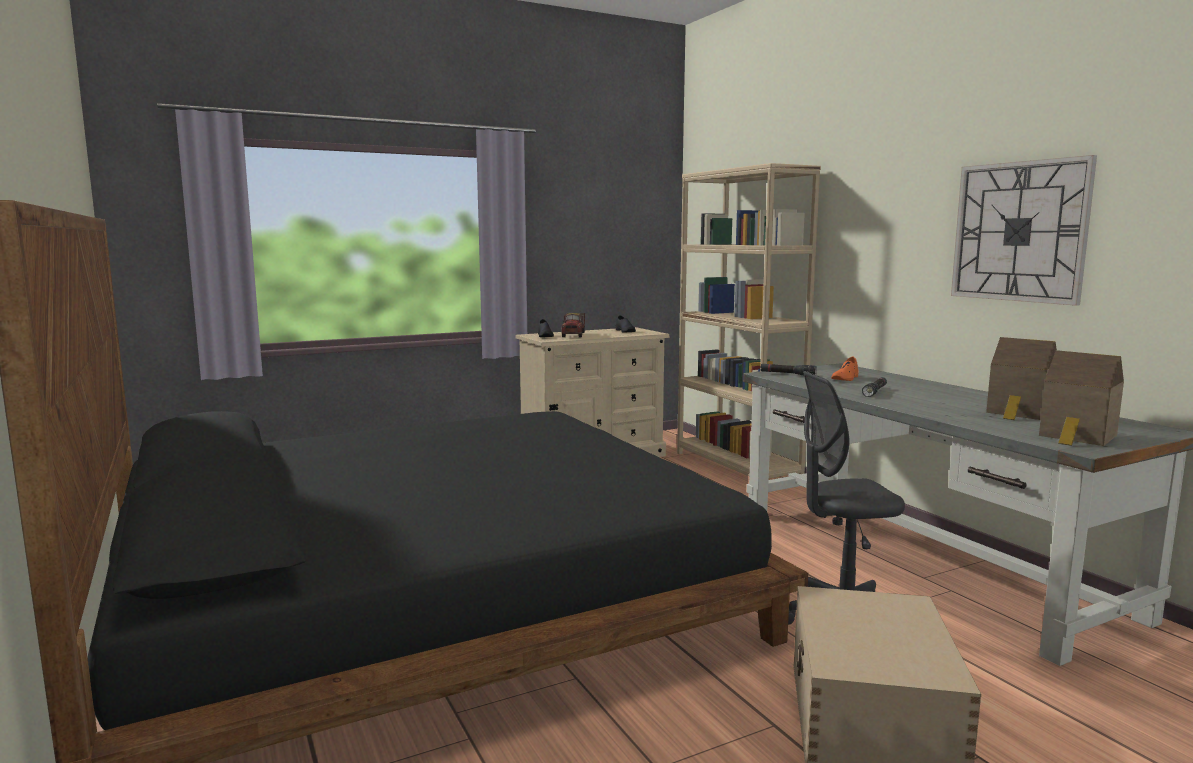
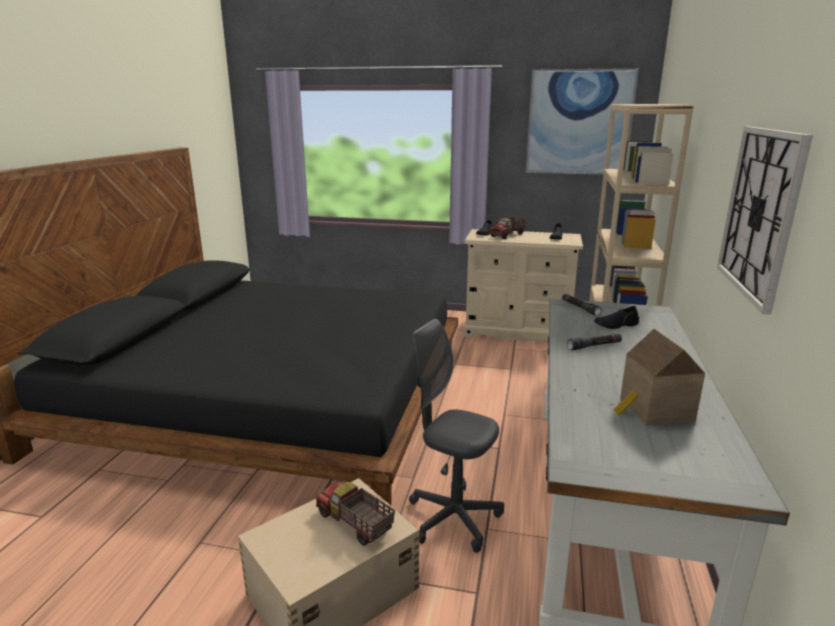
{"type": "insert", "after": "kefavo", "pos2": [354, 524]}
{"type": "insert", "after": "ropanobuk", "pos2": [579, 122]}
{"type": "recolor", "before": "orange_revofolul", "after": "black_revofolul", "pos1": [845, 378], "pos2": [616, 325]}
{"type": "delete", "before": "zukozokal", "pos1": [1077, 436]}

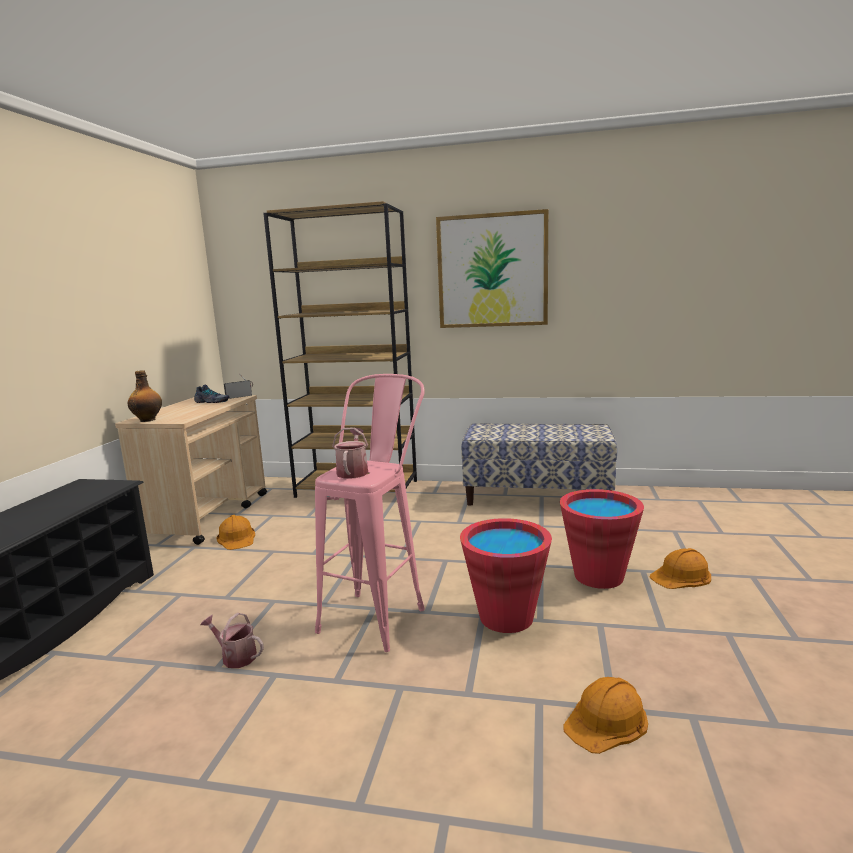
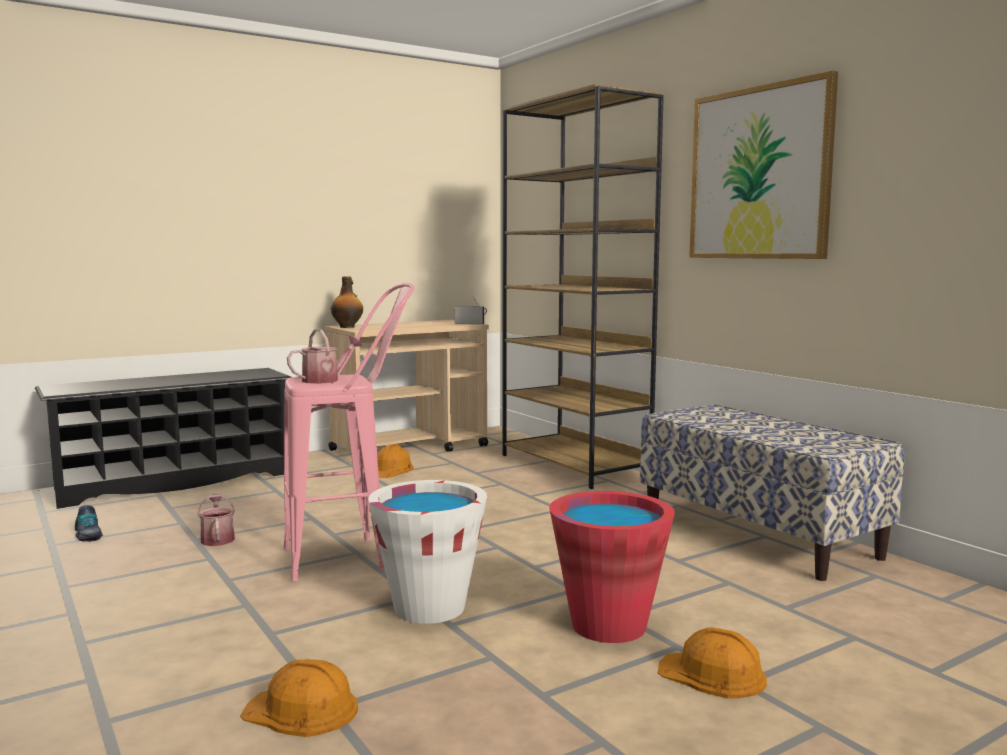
{"type": "move", "before": "revofolul", "pos1": [212, 402], "pos2": [87, 535]}
{"type": "recolor", "before": "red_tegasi", "after": "white_tegasi", "pos1": [506, 617], "pos2": [429, 608]}

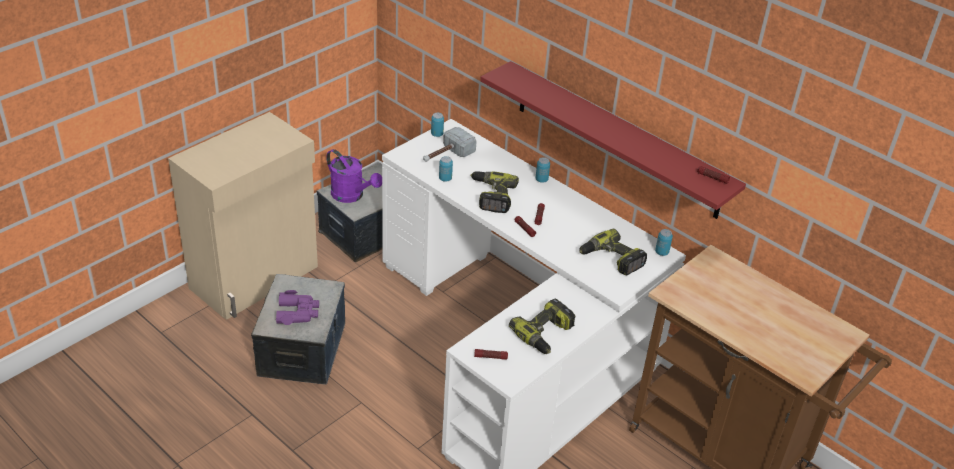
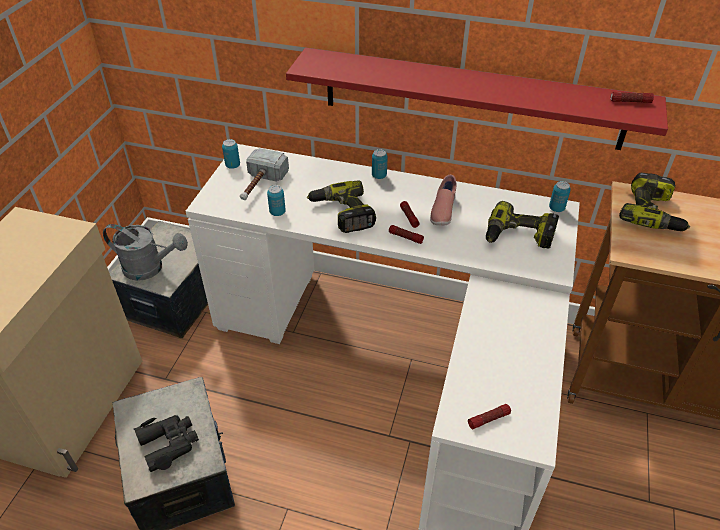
{"type": "recolor", "before": "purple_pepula", "after": "grey_pepula", "pos1": [352, 196], "pos2": [150, 268]}
{"type": "recolor", "before": "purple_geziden", "after": "black_geziden", "pos1": [298, 313], "pos2": [169, 443]}
{"type": "insert", "after": "pink_revofolul", "pos2": [442, 211]}
{"type": "move", "before": "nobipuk", "pos1": [545, 334], "pos2": [653, 213]}

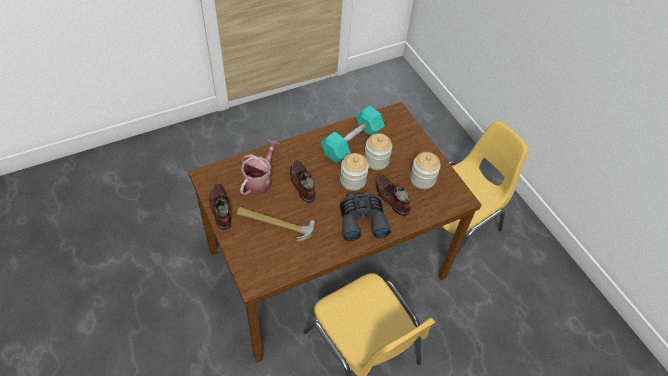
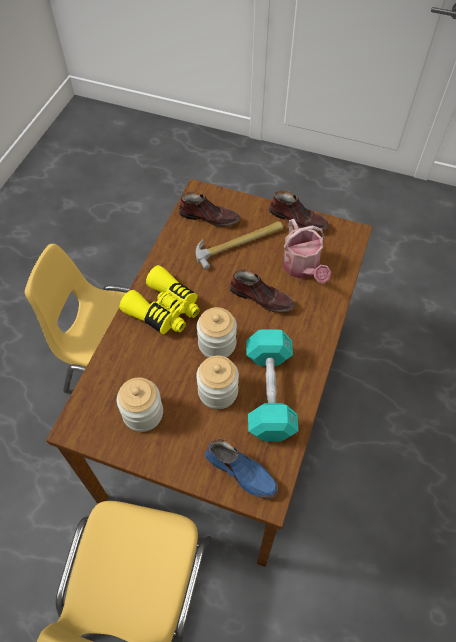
{"type": "recolor", "before": "grey_geziden", "after": "yellow_geziden", "pos1": [362, 220], "pos2": [165, 309]}
{"type": "move", "before": "brown_revofolul", "pos1": [391, 197], "pos2": [209, 217]}
{"type": "insert", "after": "blue_revofolul", "pos2": [241, 471]}

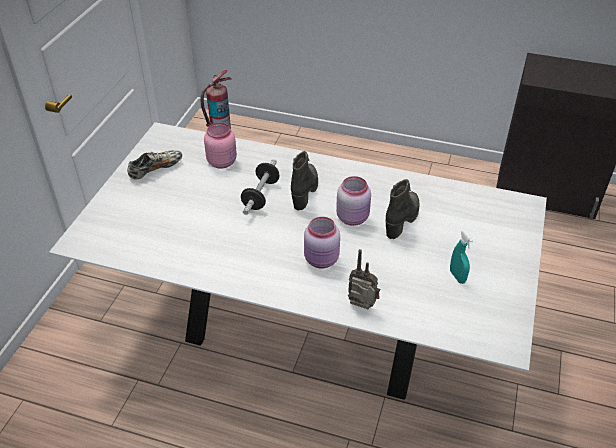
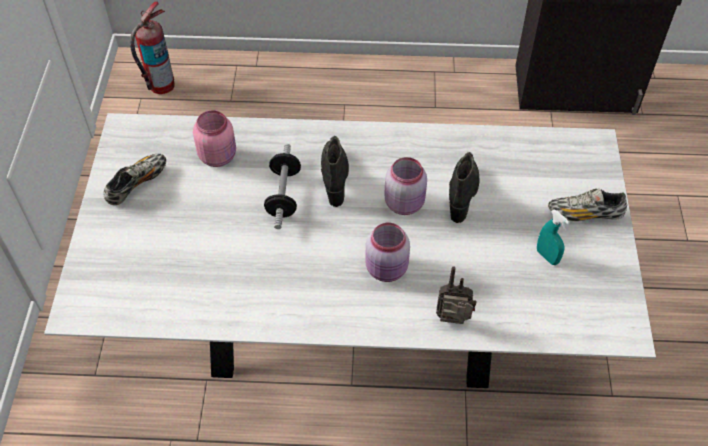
{"type": "insert", "after": "revofolul", "pos2": [585, 214]}

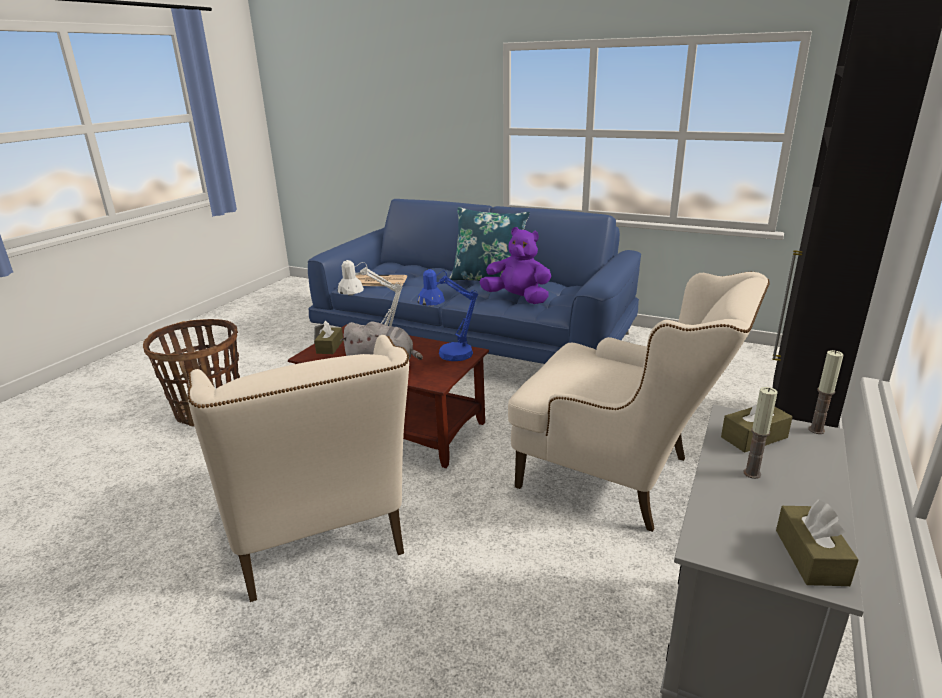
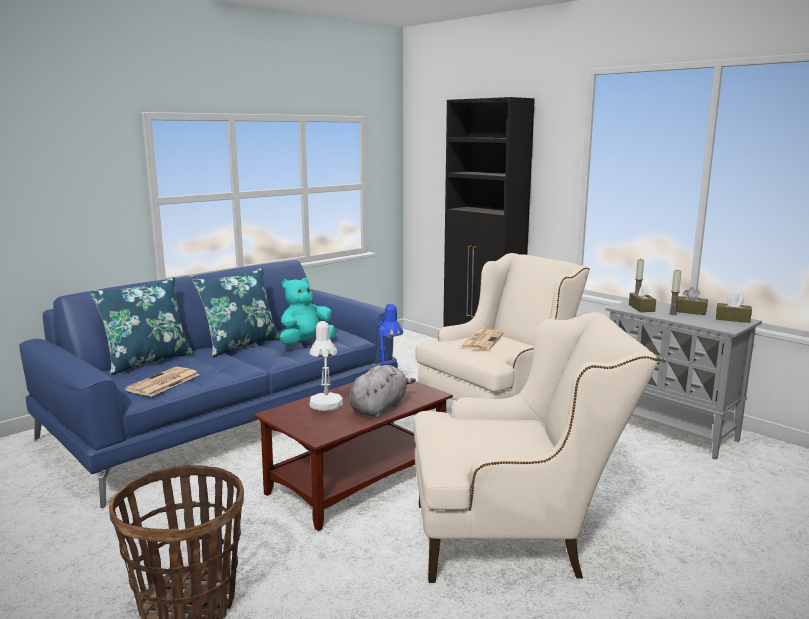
{"type": "insert", "after": "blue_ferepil", "pos2": [148, 361]}
{"type": "recolor", "before": "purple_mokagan", "after": "turquoise_mokagan", "pos1": [518, 299], "pos2": [305, 343]}
{"type": "insert", "after": "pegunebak", "pos2": [482, 340]}
{"type": "move", "before": "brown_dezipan", "pos1": [330, 347], "pos2": [689, 311]}

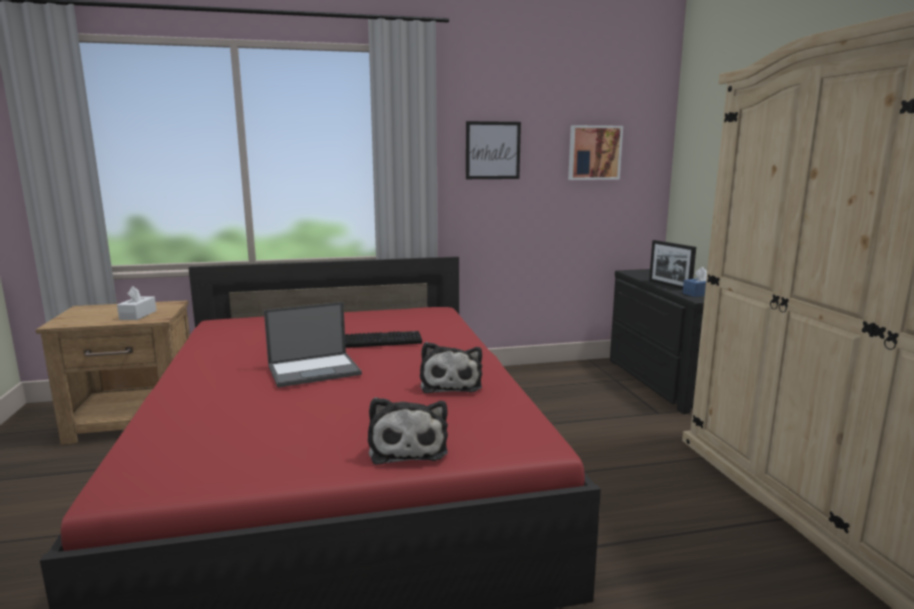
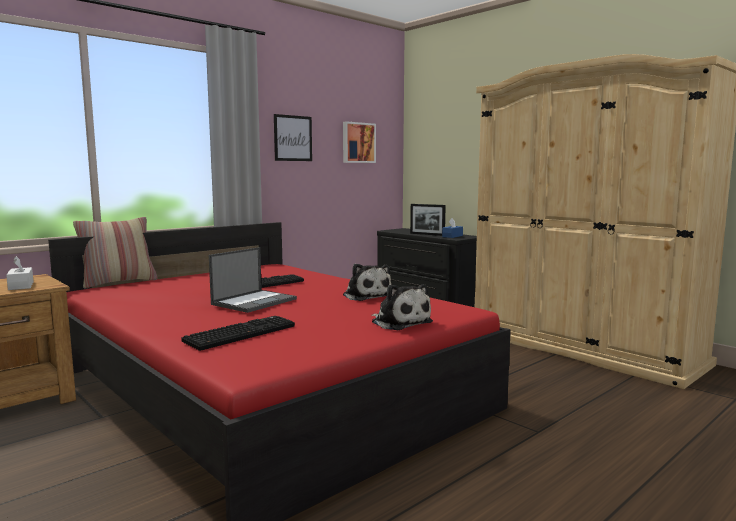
{"type": "insert", "after": "ferepil", "pos2": [119, 282]}
{"type": "insert", "after": "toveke", "pos2": [241, 333]}

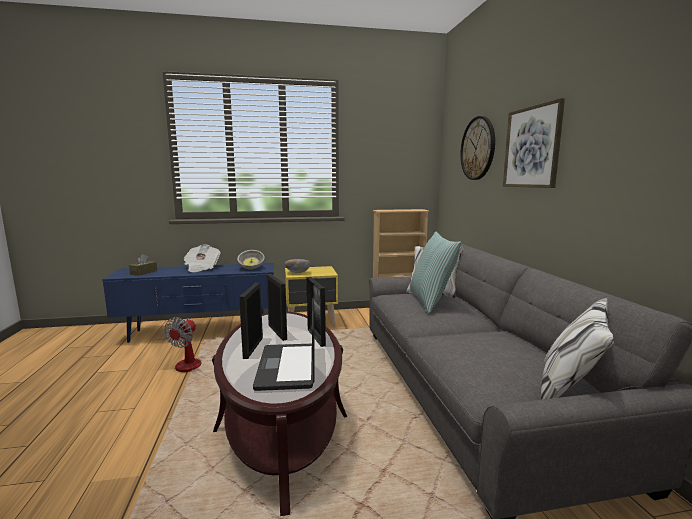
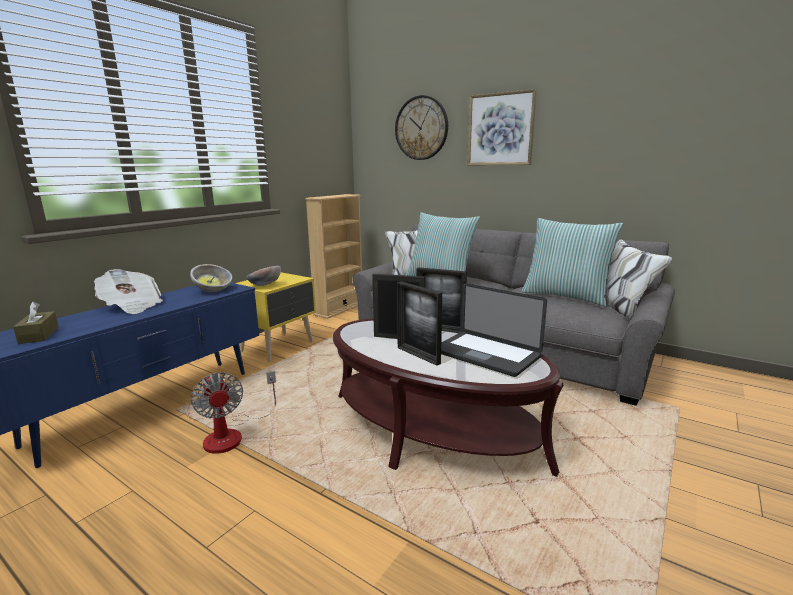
{"type": "insert", "after": "ferepil", "pos2": [565, 296]}

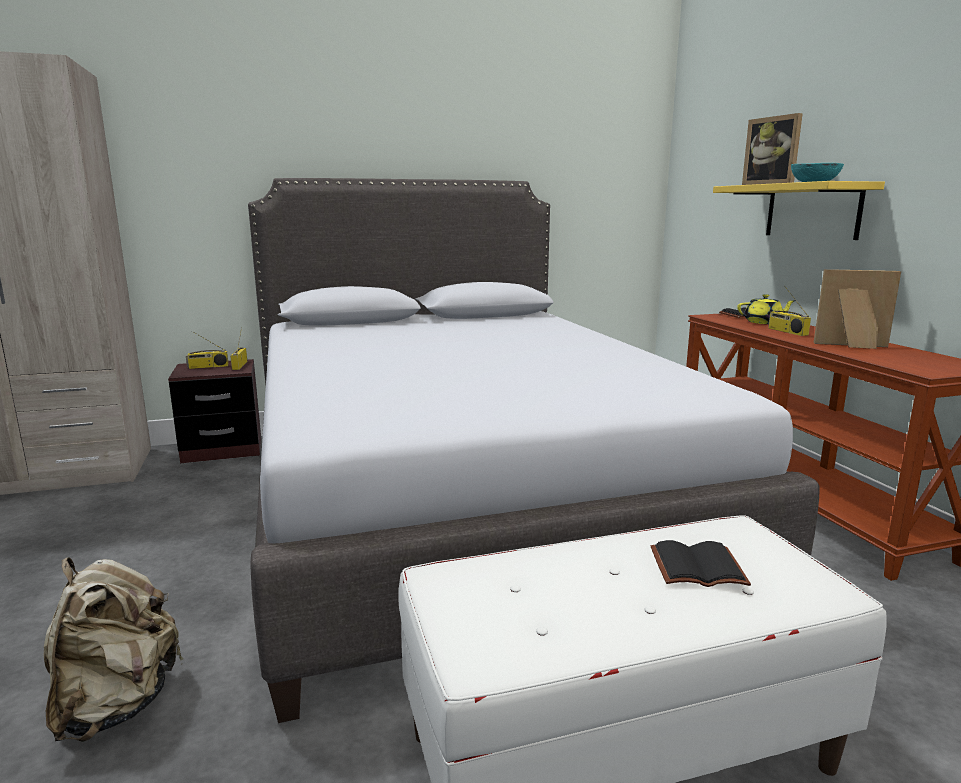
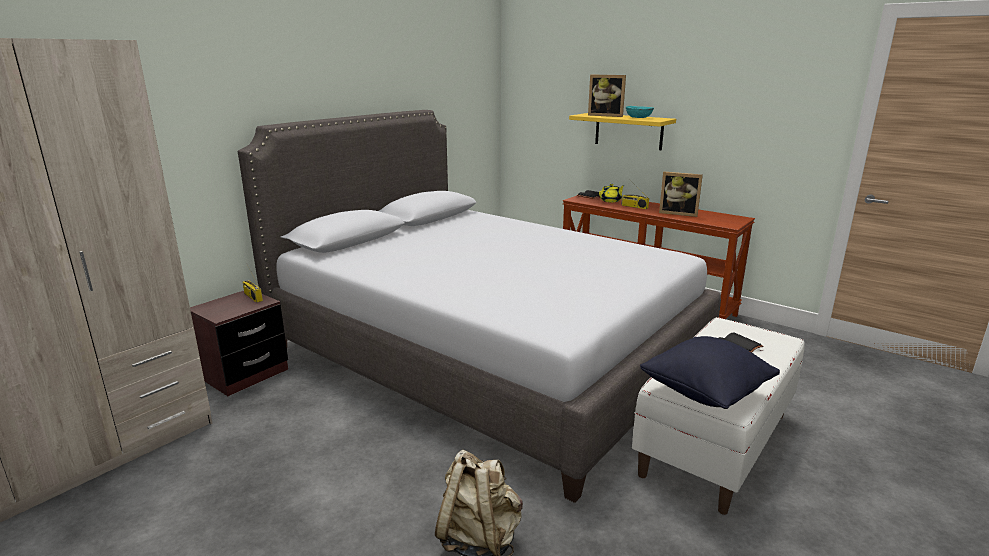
{"type": "insert", "after": "black_ferepil", "pos2": [705, 393]}
{"type": "rotate", "before": "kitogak", "pos1": [852, 346], "pos2": [678, 213], "turn": -135}
{"type": "delete", "before": "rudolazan", "pos1": [208, 367]}

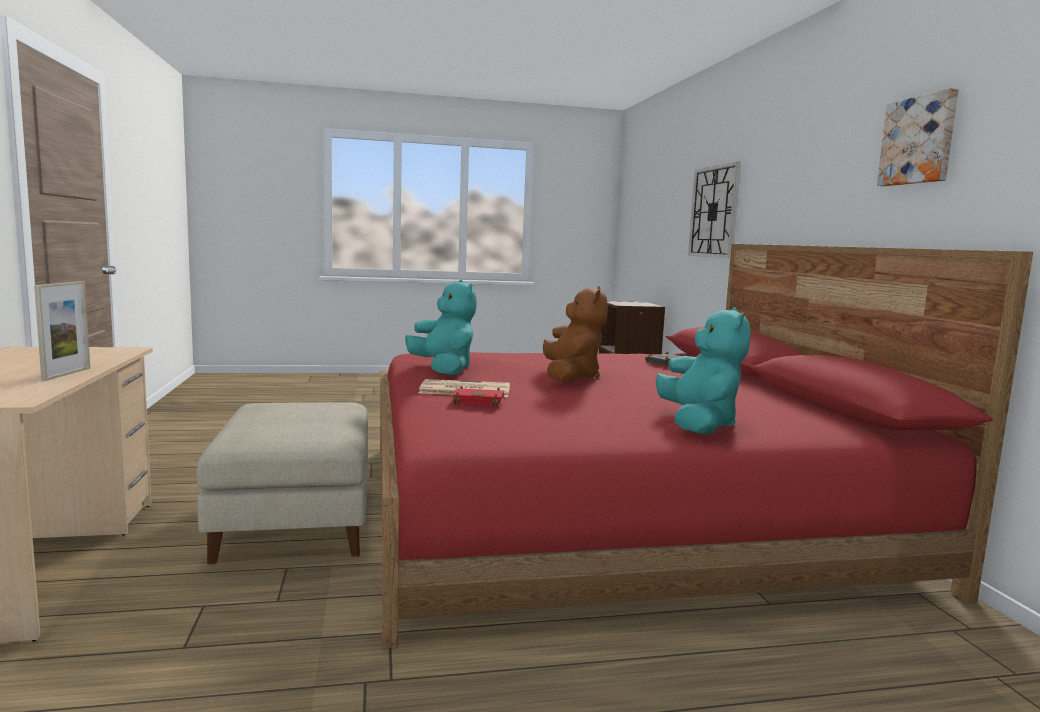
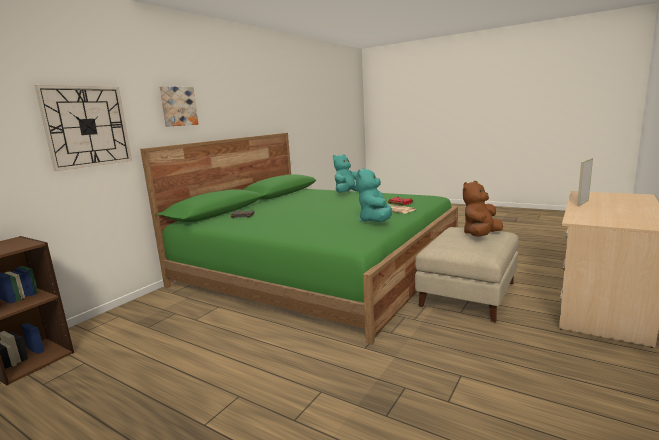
{"type": "recolor", "before": "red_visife", "after": "green_visife", "pos1": [613, 510], "pos2": [318, 268]}
{"type": "move", "before": "ropanobuk", "pos1": [919, 140], "pos2": [178, 106]}
{"type": "move", "before": "brown_mokagan", "pos1": [571, 377], "pos2": [481, 235]}

